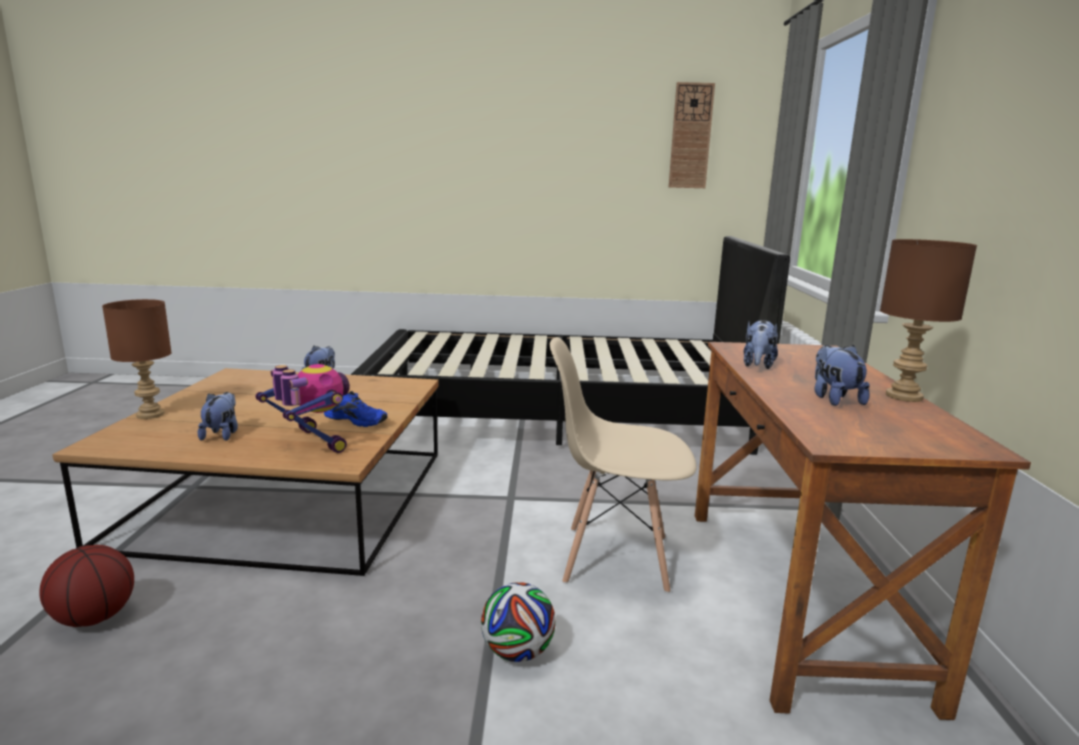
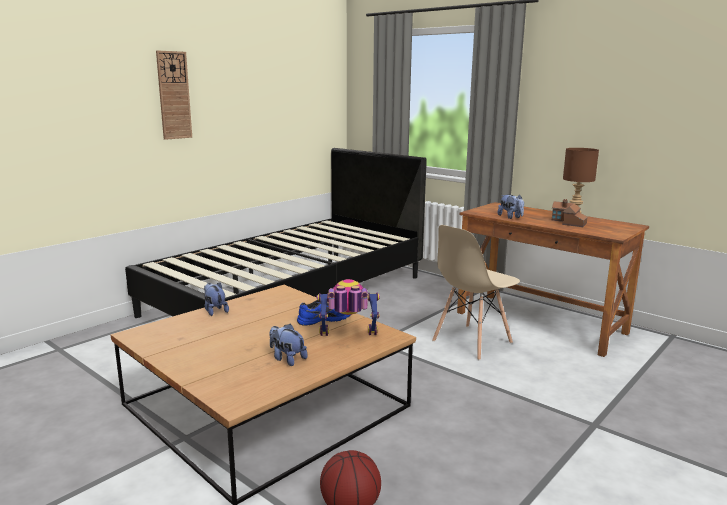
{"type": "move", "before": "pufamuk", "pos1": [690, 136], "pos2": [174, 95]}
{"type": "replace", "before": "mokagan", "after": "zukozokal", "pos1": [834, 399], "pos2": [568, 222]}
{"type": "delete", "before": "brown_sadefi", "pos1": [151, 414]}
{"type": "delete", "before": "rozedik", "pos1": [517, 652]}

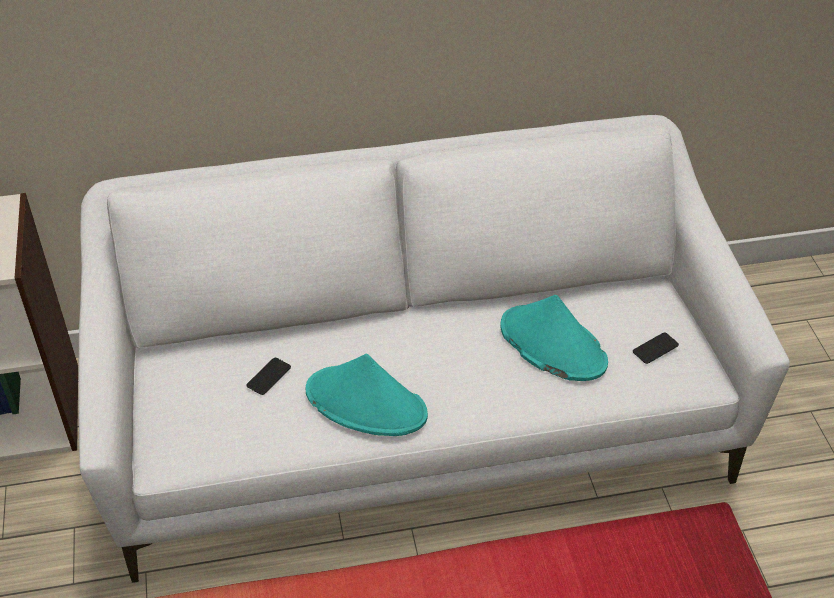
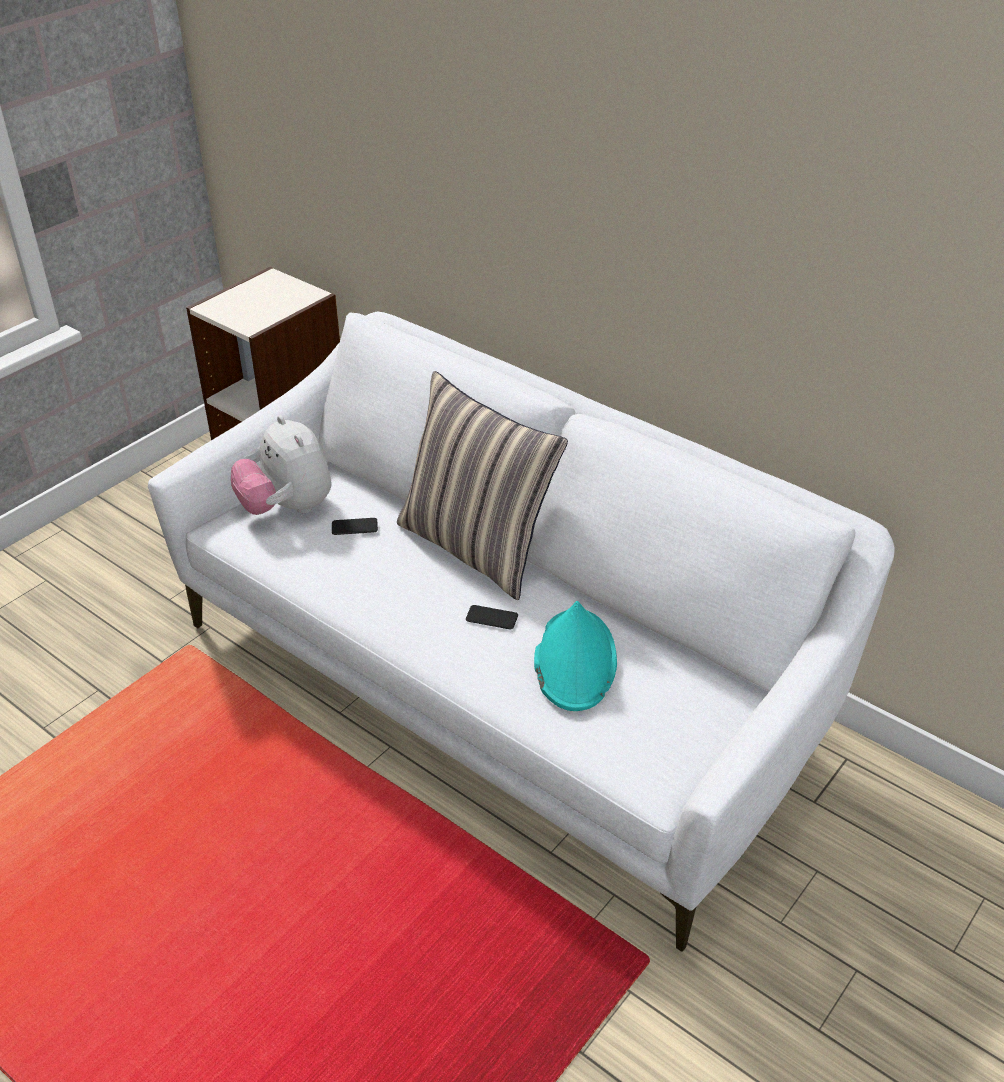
{"type": "insert", "after": "mokagan", "pos2": [287, 508]}
{"type": "insert", "after": "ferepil", "pos2": [477, 547]}
{"type": "move", "before": "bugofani", "pos1": [655, 348], "pos2": [491, 618]}
{"type": "delete", "before": "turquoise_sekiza", "pos1": [367, 403]}

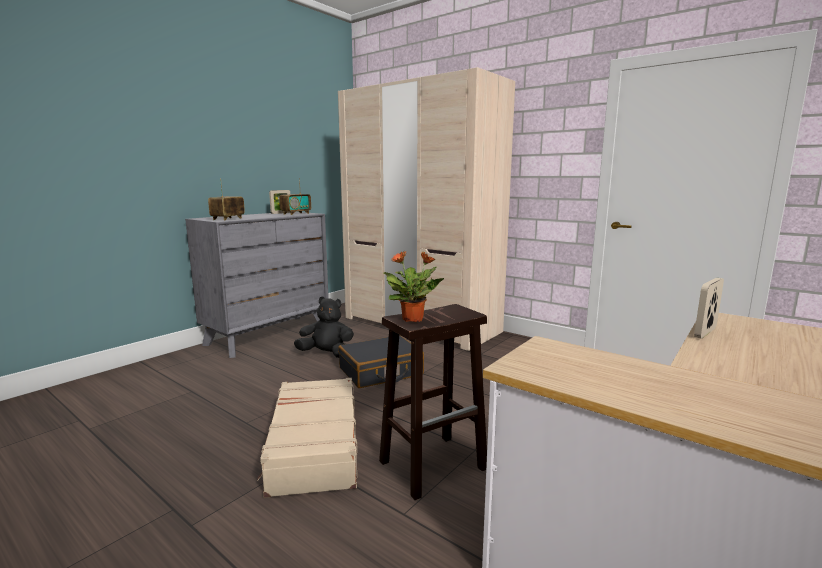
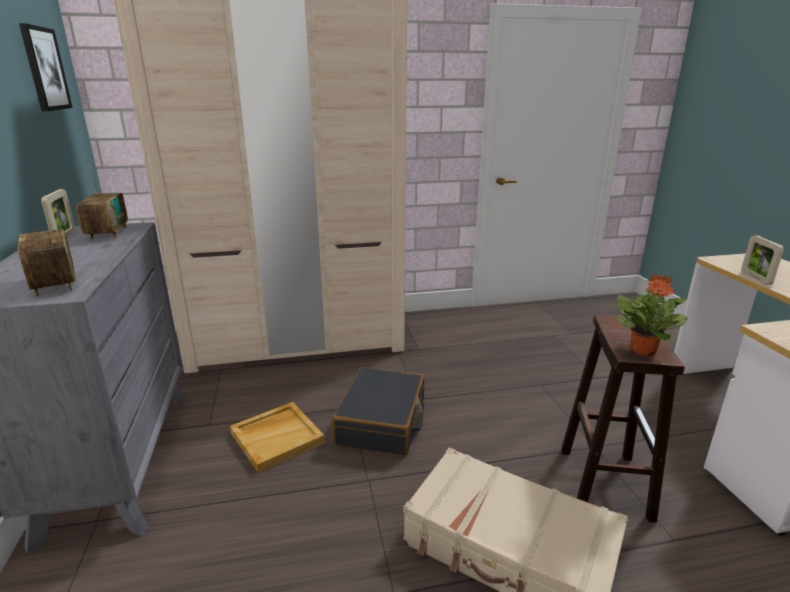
{"type": "insert", "after": "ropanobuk", "pos2": [45, 69]}
{"type": "replace", "before": "black_mokagan", "after": "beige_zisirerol", "pos1": [327, 354], "pos2": [277, 437]}

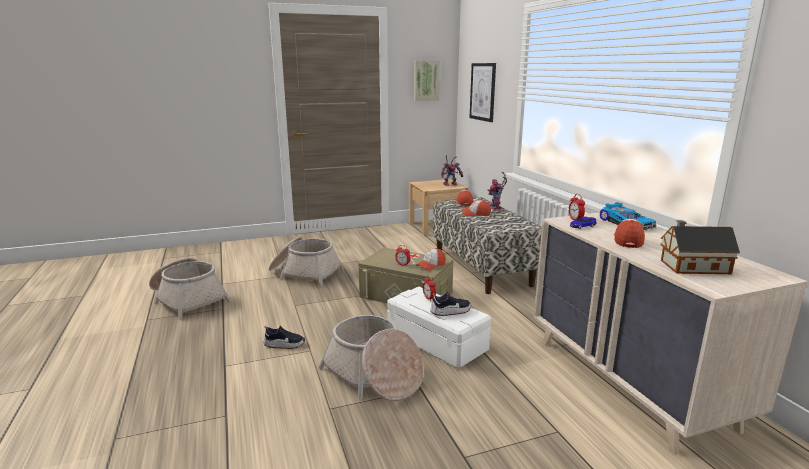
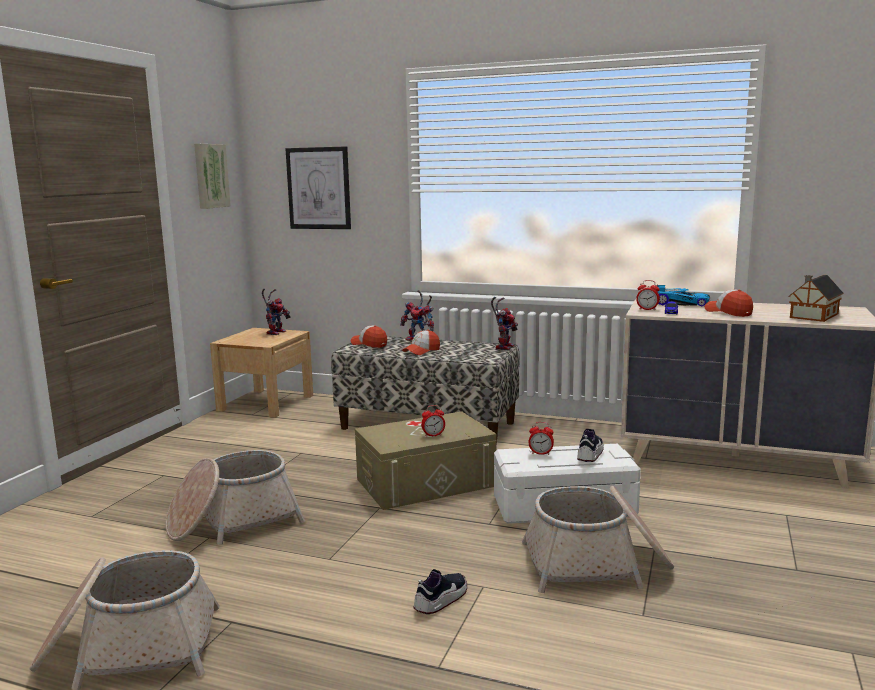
{"type": "insert", "after": "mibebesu", "pos2": [503, 347]}
{"type": "delete", "before": "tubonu", "pos1": [431, 265]}

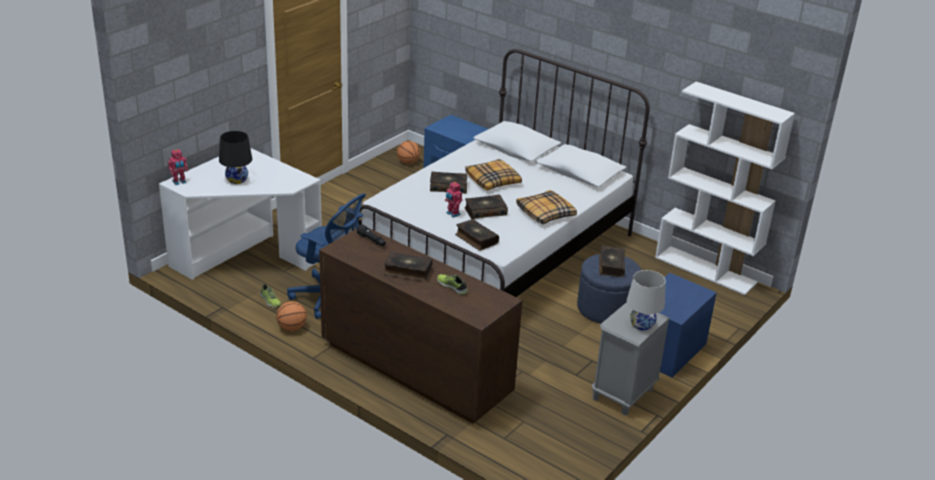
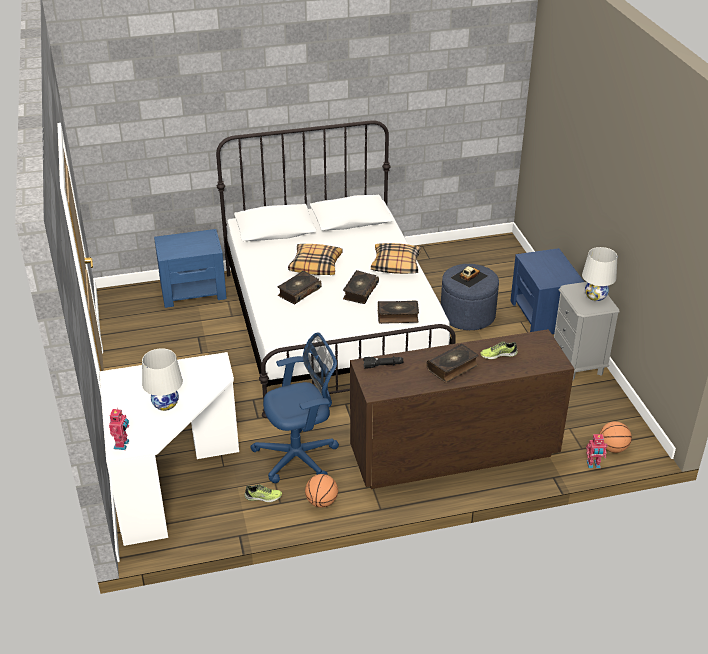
{"type": "recolor", "before": "black_sadefi", "after": "white_sadefi", "pos1": [237, 180], "pos2": [165, 403]}
{"type": "replace", "before": "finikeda", "after": "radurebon", "pos1": [610, 266], "pos2": [469, 276]}
{"type": "move", "before": "mibebesu", "pos1": [452, 214], "pos2": [593, 465]}
{"type": "move", "before": "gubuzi", "pos1": [408, 162], "pos2": [613, 448]}
{"type": "delete", "before": "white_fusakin", "pos1": [706, 270]}

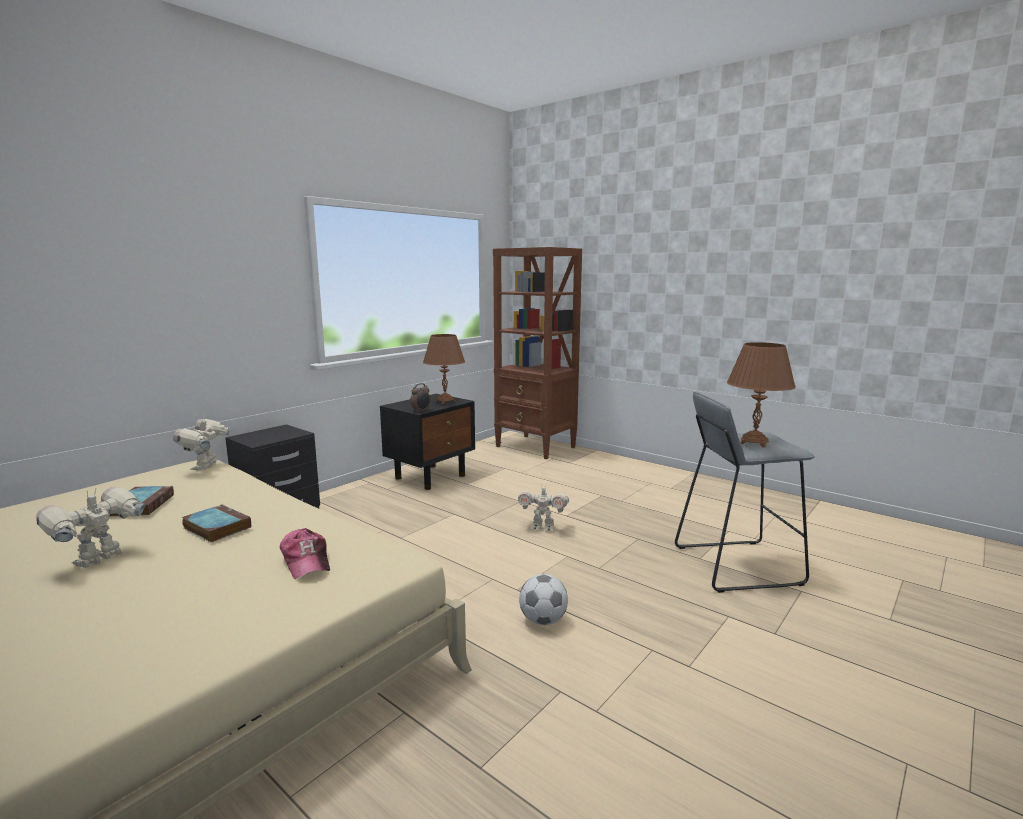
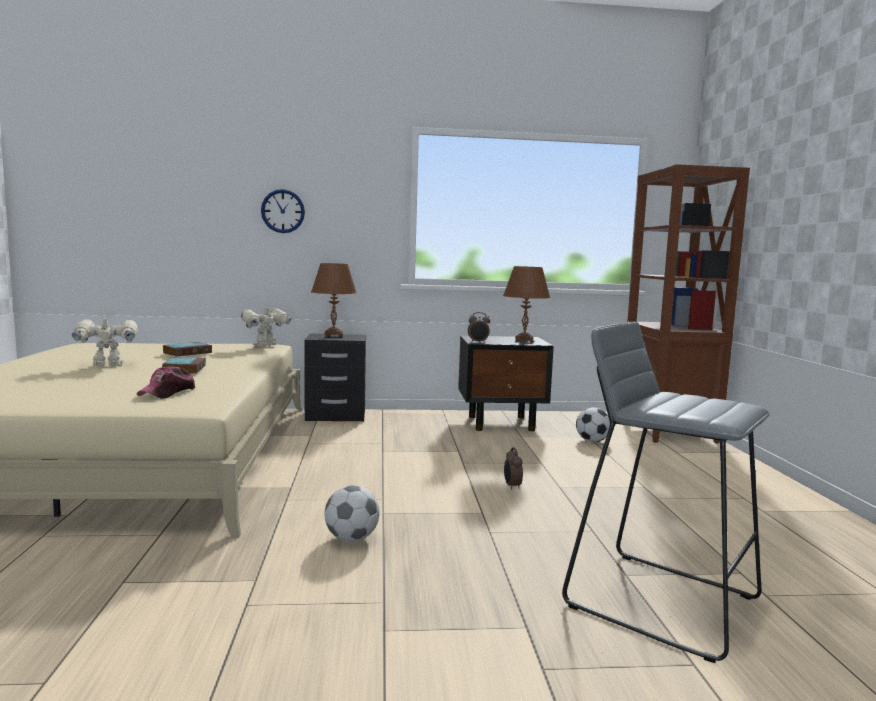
{"type": "insert", "after": "pufamuk", "pos2": [283, 211]}
{"type": "move", "before": "brown_sadefi", "pos1": [754, 443], "pos2": [333, 336]}
{"type": "replace", "before": "mibebesu", "after": "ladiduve", "pos1": [542, 527], "pos2": [512, 486]}
{"type": "insert", "after": "rozedik", "pos2": [592, 441]}

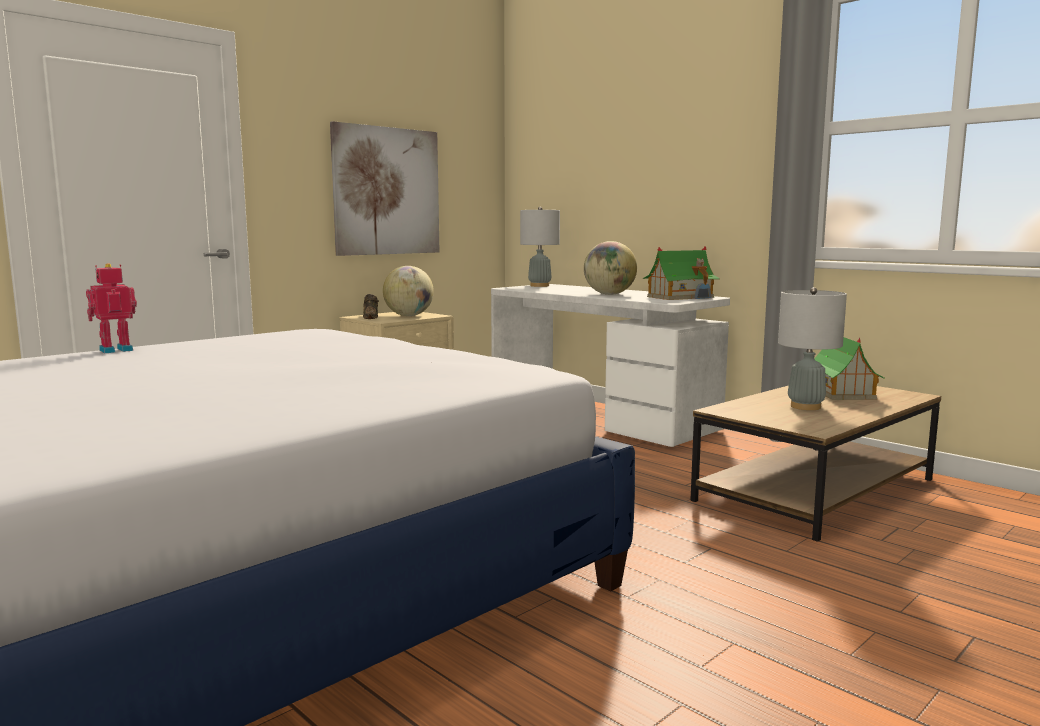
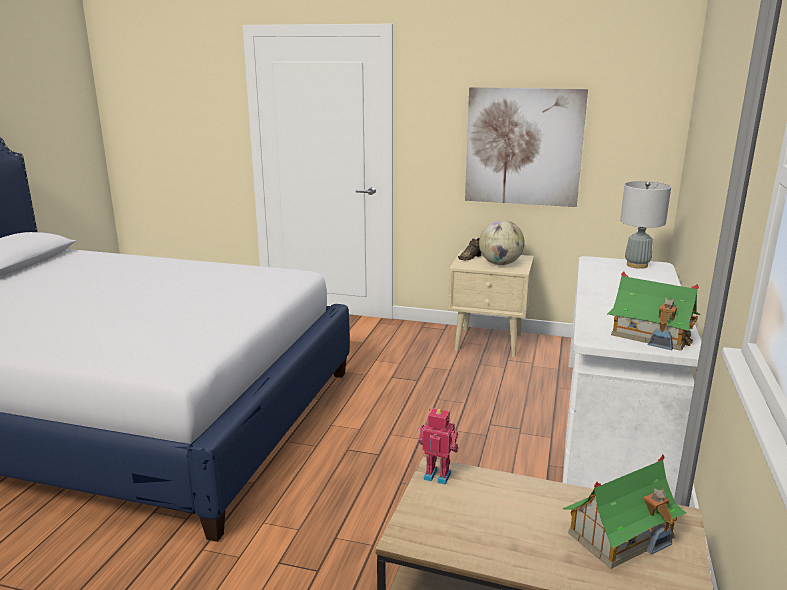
{"type": "move", "before": "mibebesu", "pos1": [115, 350], "pos2": [438, 475]}
{"type": "delete", "before": "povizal", "pos1": [609, 294]}
{"type": "delete", "before": "grey_sadefi", "pos1": [805, 406]}

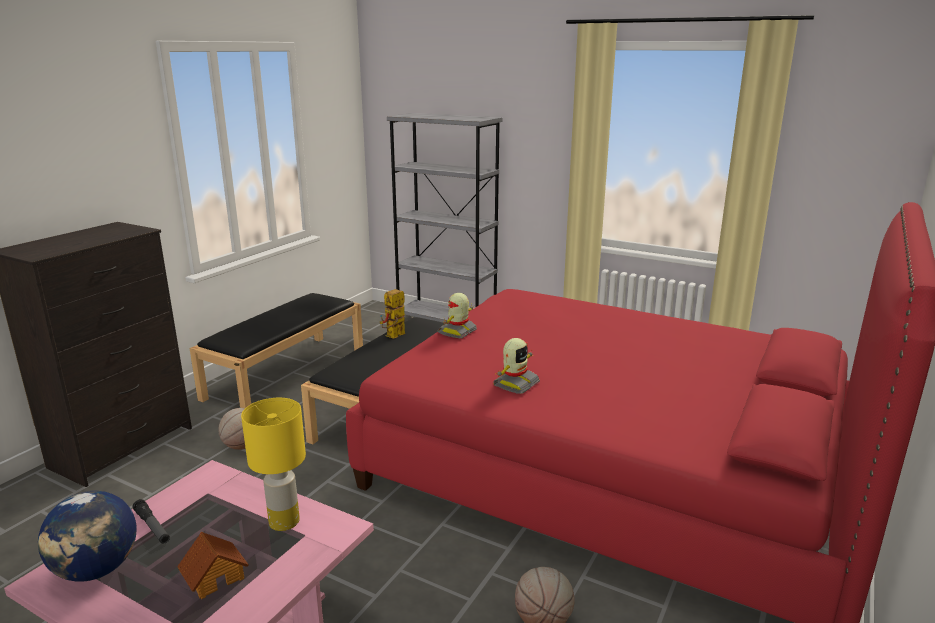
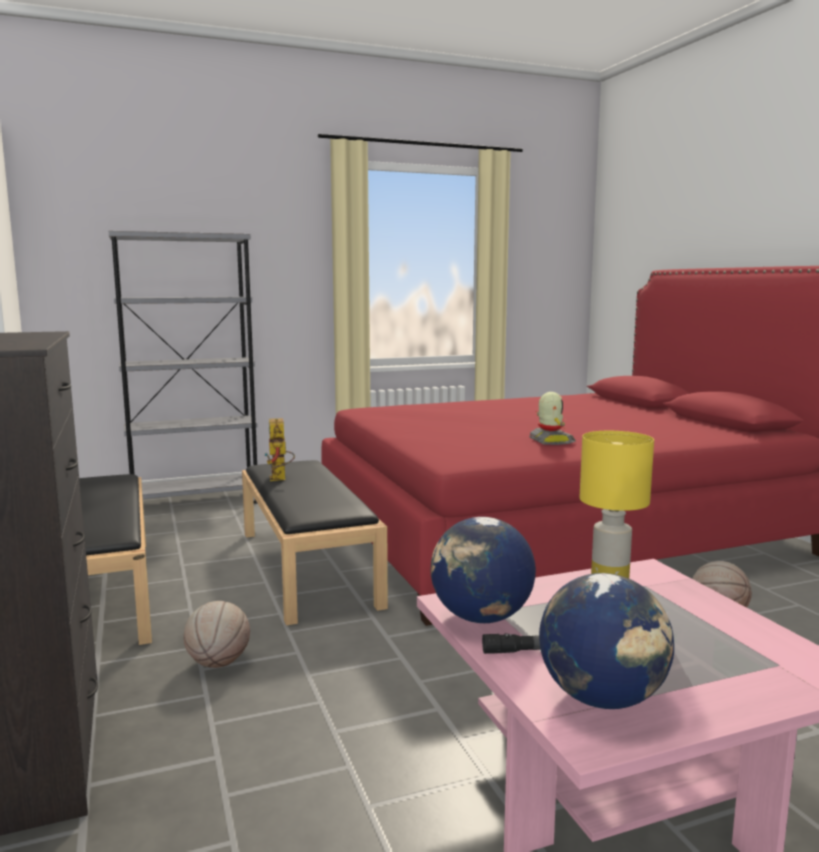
{"type": "insert", "after": "povizal", "pos2": [481, 618]}
{"type": "delete", "before": "zukozokal", "pos1": [215, 576]}
{"type": "delete", "before": "mibebesu", "pos1": [458, 332]}

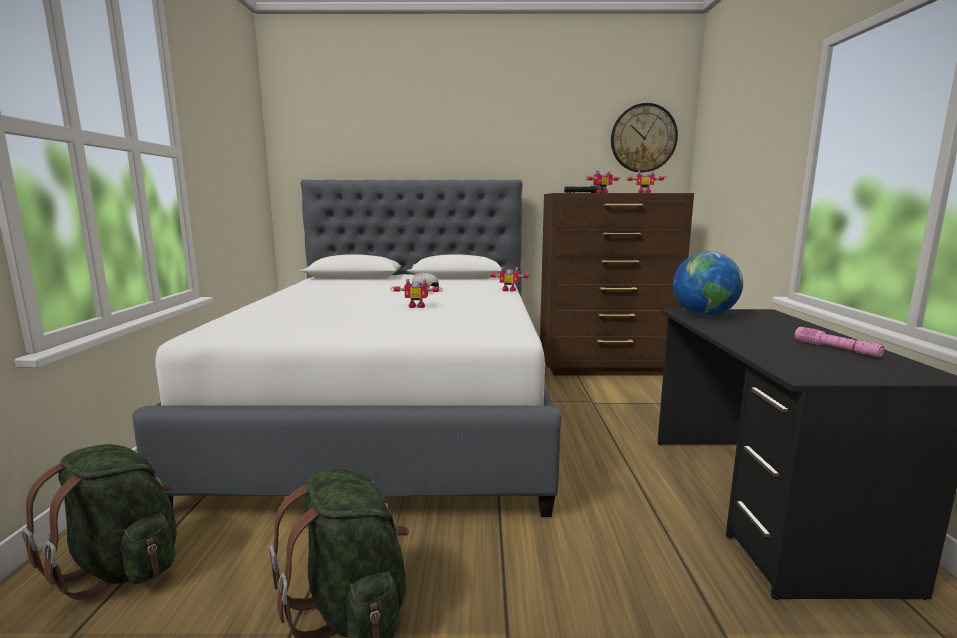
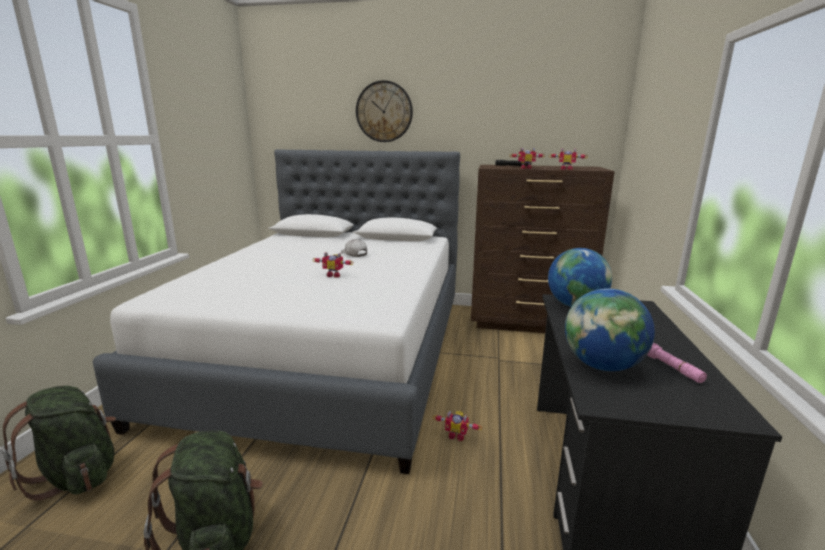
{"type": "move", "before": "pufamuk", "pos1": [643, 138], "pos2": [384, 112]}
{"type": "move", "before": "mibebesu", "pos1": [509, 290], "pos2": [457, 435]}
{"type": "insert", "after": "povizal", "pos2": [602, 366]}

